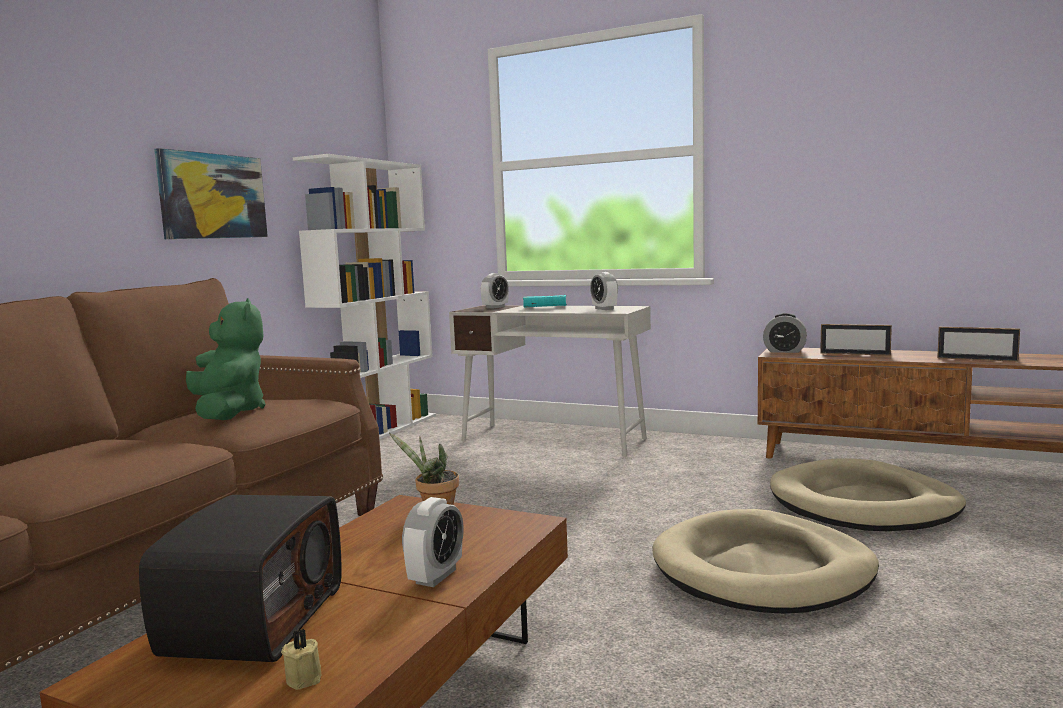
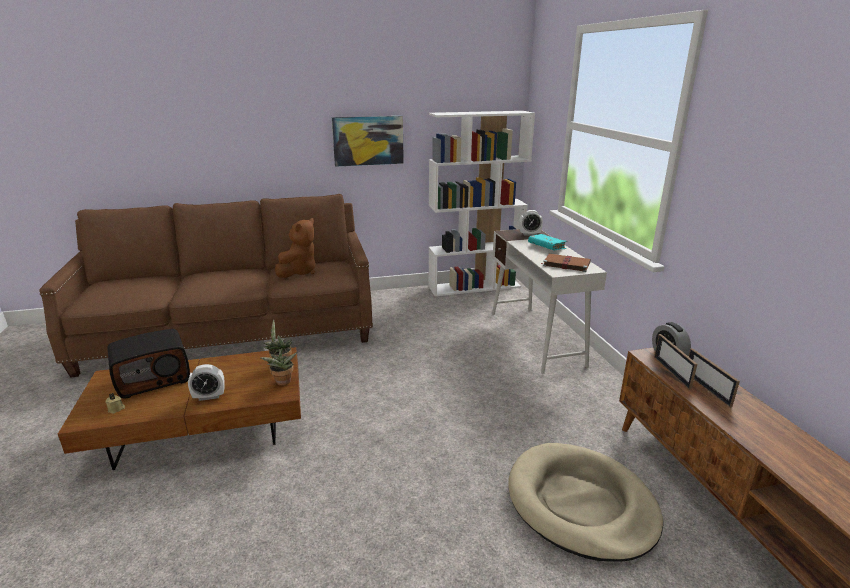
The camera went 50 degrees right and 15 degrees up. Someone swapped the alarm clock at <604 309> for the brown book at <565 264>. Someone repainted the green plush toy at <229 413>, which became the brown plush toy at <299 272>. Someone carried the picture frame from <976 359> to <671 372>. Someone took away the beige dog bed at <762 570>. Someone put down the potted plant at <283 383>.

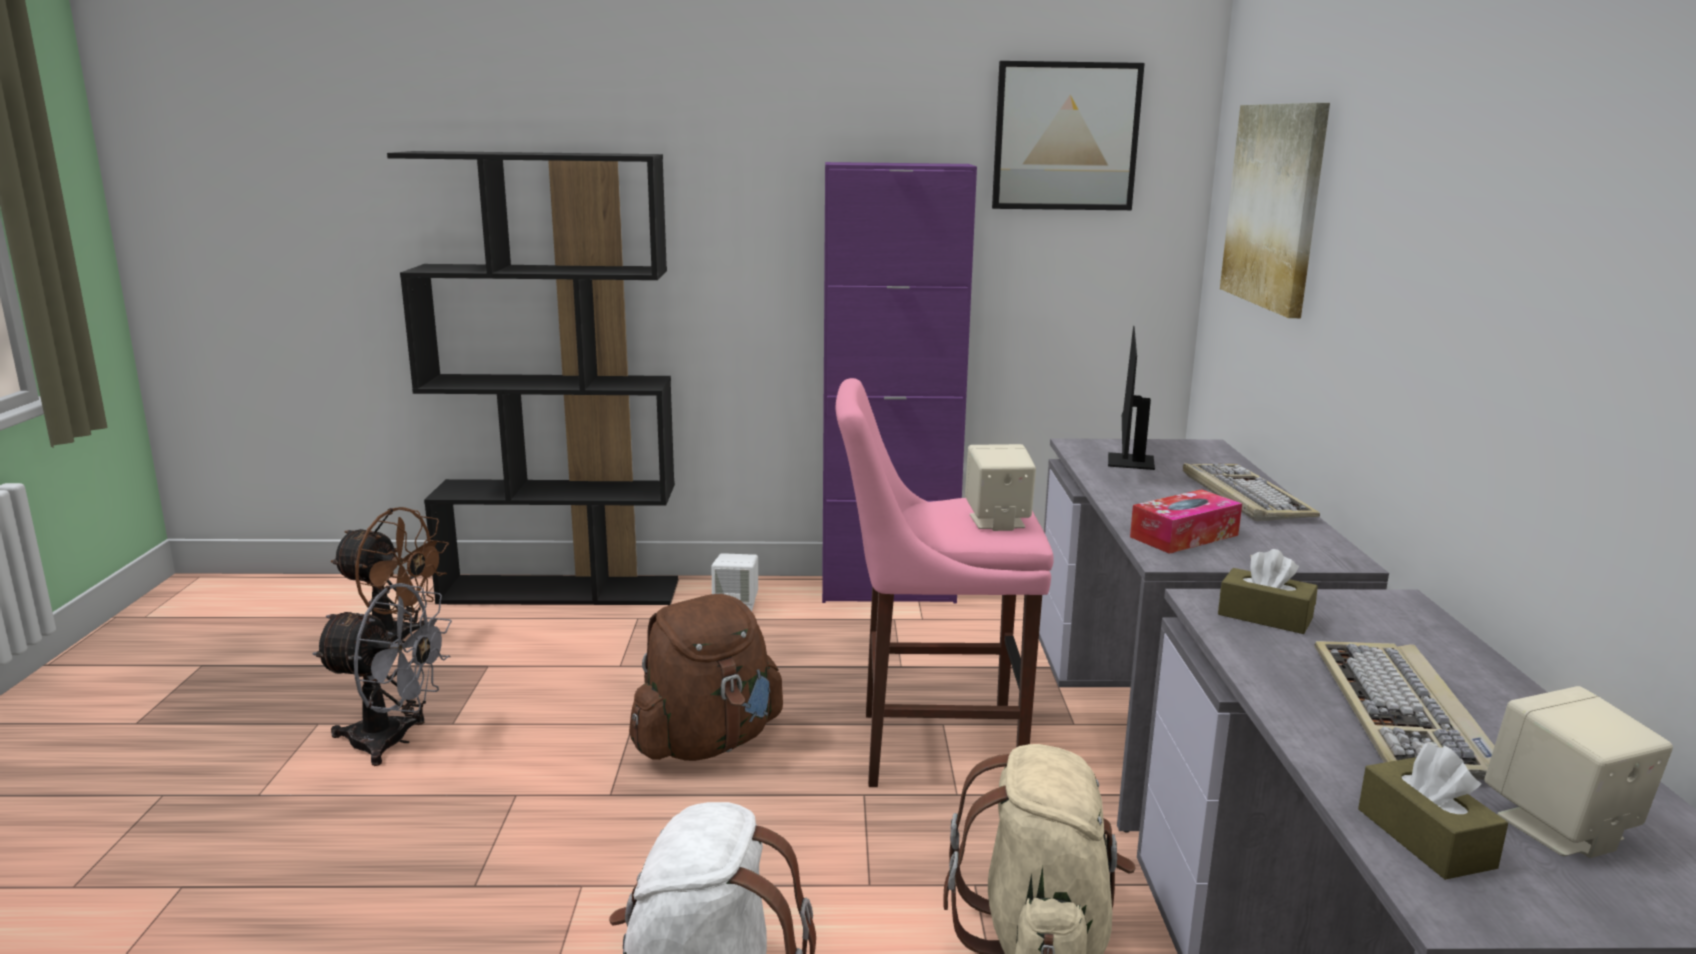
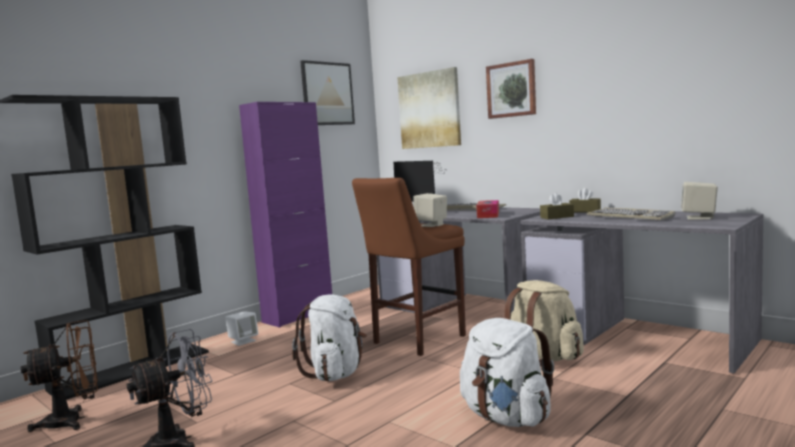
The camera went 45 degrees left and 10 degrees down. Someone repainted the pink stool at <930 747>, which became the brown stool at <415 340>. Someone repainted the brown backpack at <707 743>, which became the white backpack at <336 373>. Someone carried the brown tissue box from <1425 838> to <585 211>. Someone put up the picture at <511 89>.

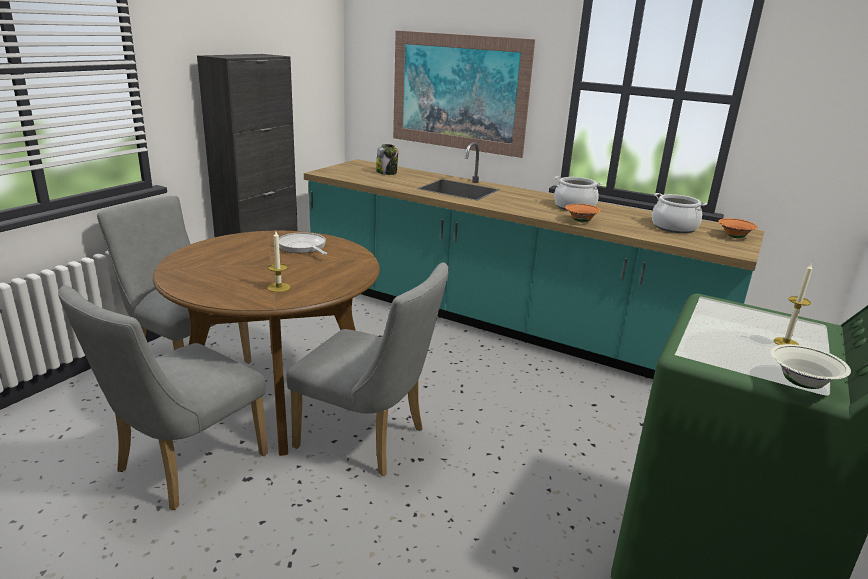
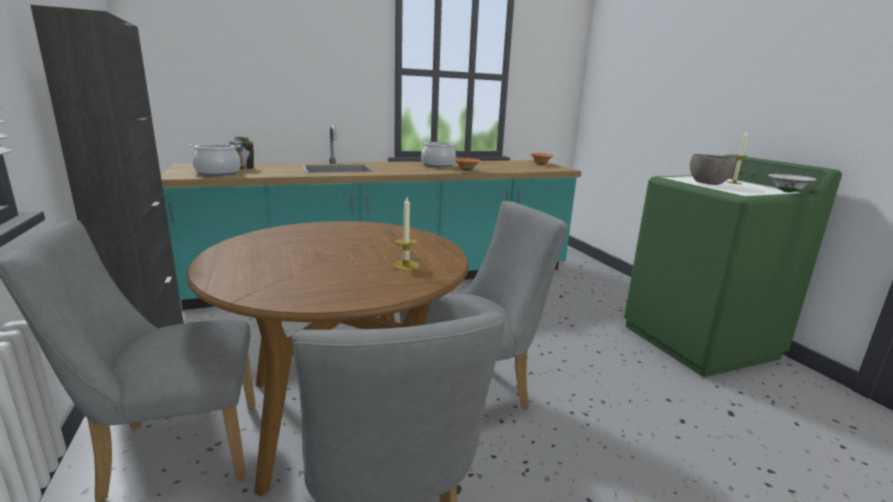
The camera went 50 degrees left and 5 degrees down. Someone took away the picture at <458 92>. Someone carried the cooking pot from <674 227> to <218 173>. Someone took away the frying pan at <303 247>. Someone put down the grey bowl at <707 184>.

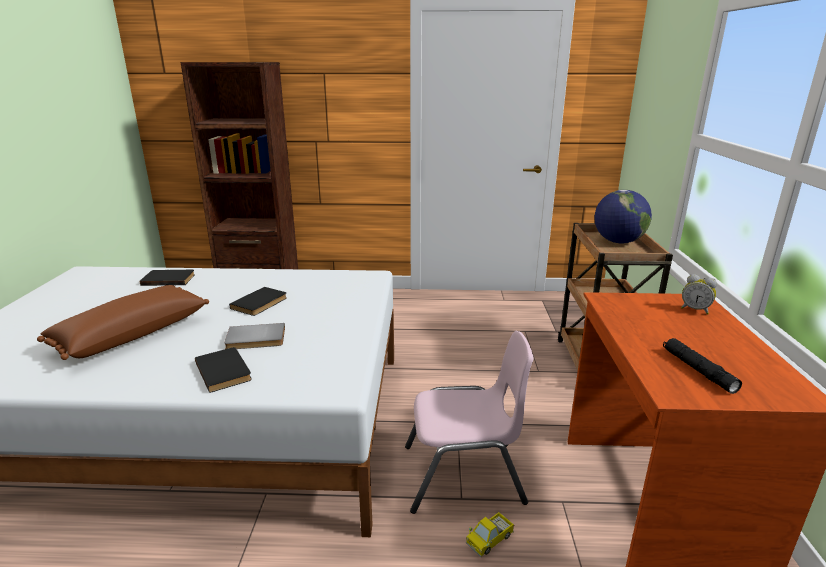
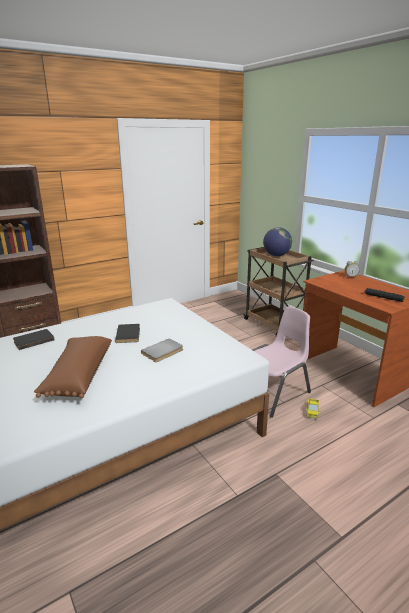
The camera went 35 degrees left and 0 degrees up. Someone took away the black book at <225 371>.

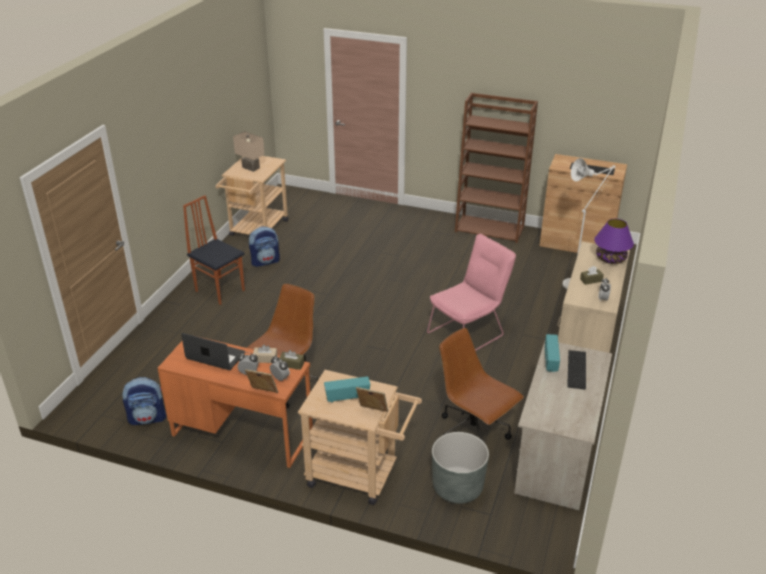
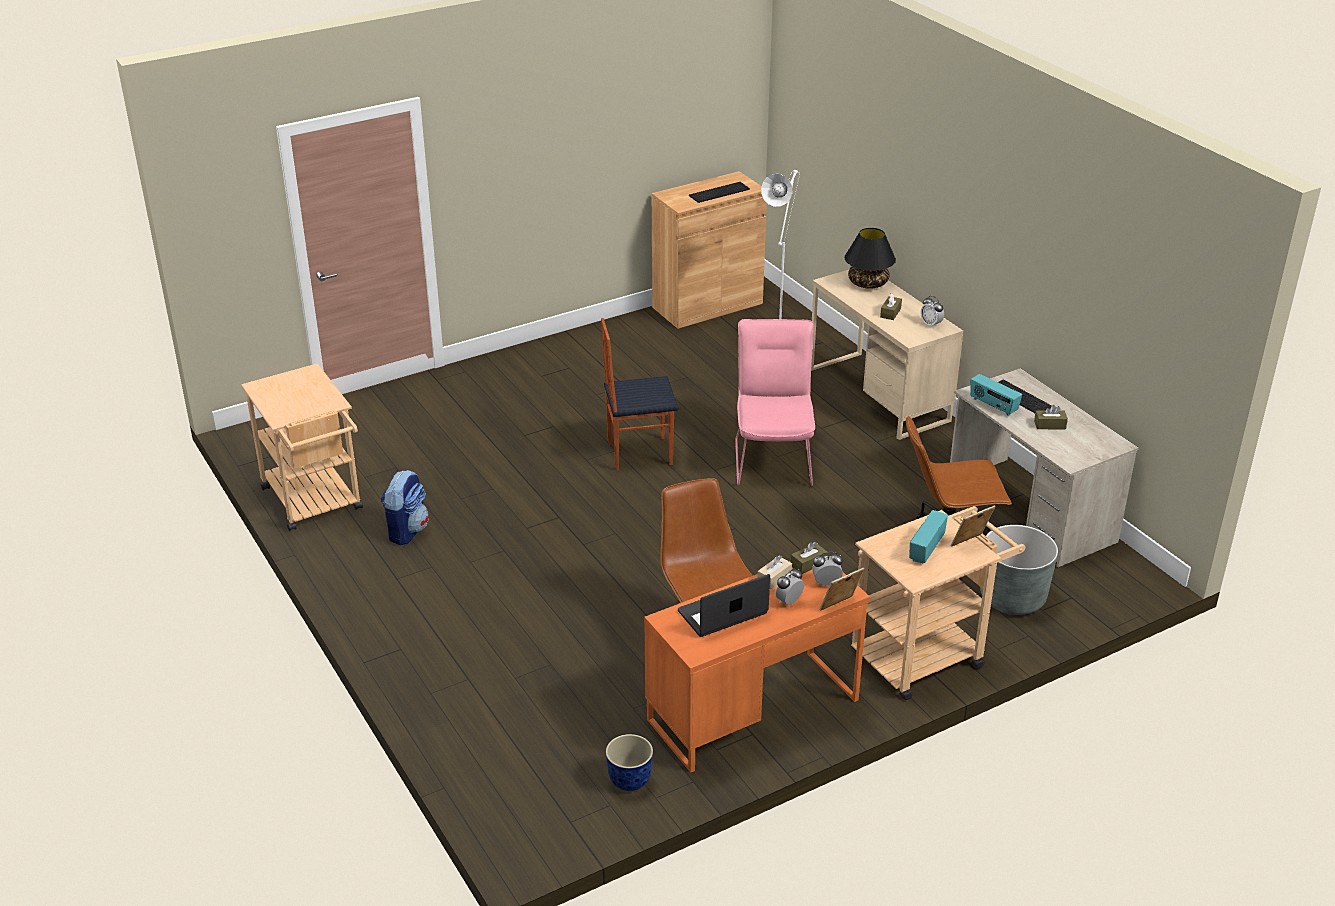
The camera went 50 degrees left and 0 degrees up. Someone took away the brown bookcase at <490 229>. Someone took away the beige table lamp at <251 167>. Someone carried the chair from <220 290> to <639 453>. Someone repainted the purple table lamp at <610 259>, which became the black table lamp at <868 283>. Someone swapped the backpack at <148 418> for the planter at <629 780>. Someone put down the brown tissue box at <1049 425>.

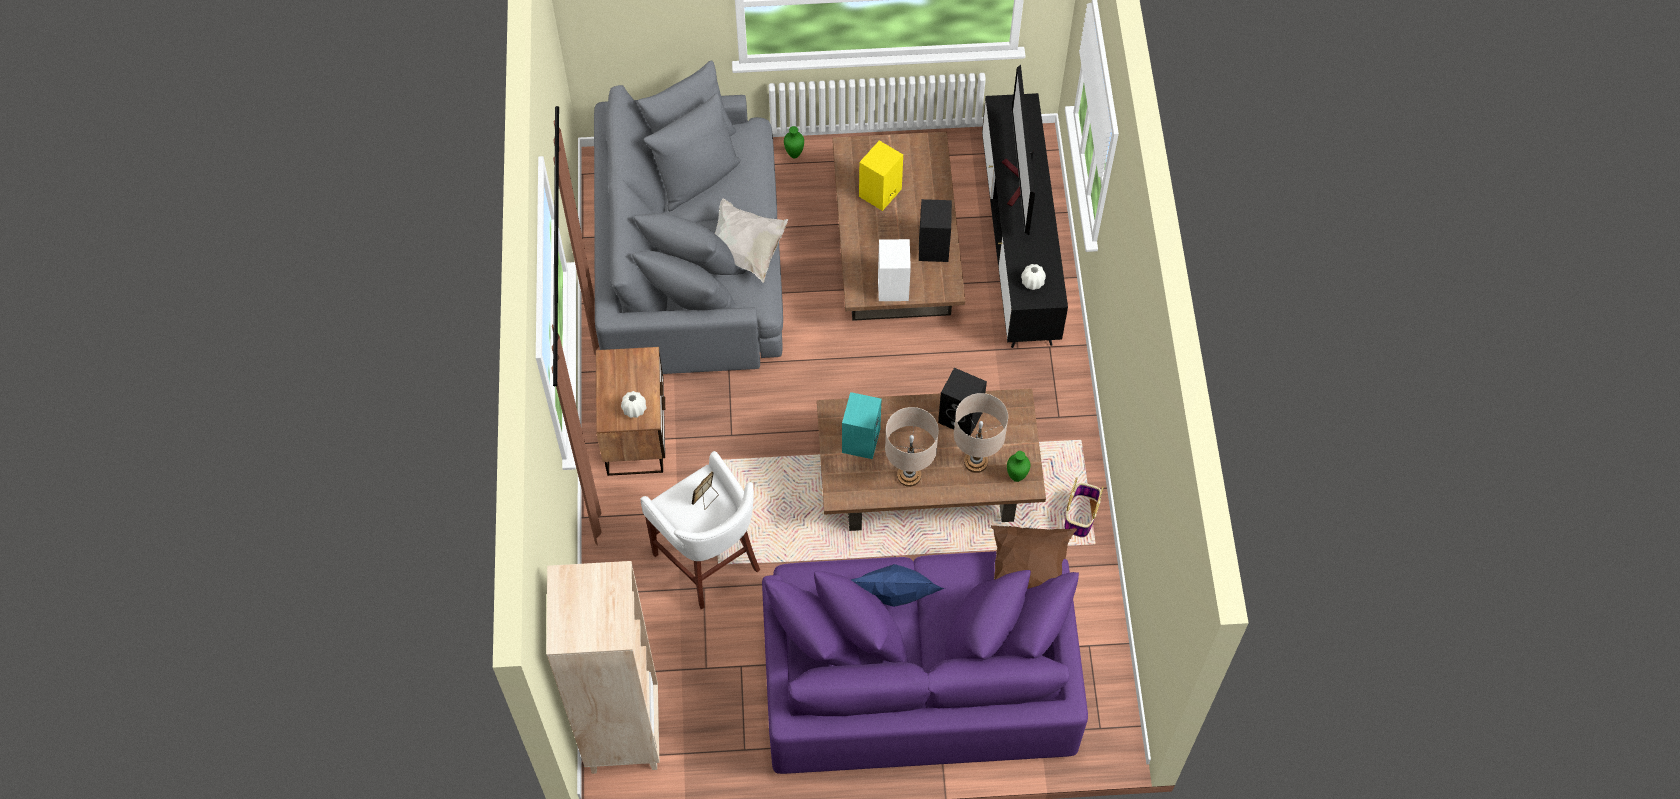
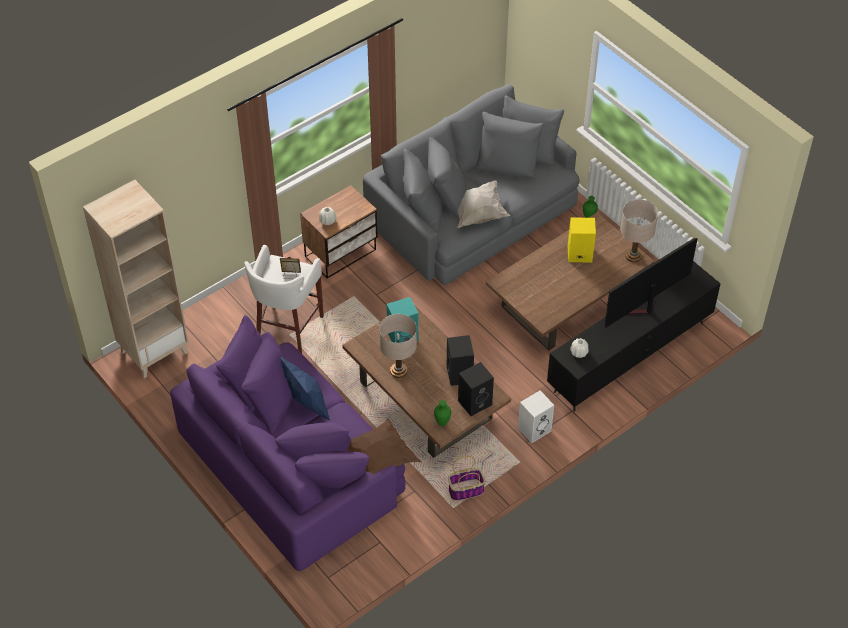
The camera went 55 degrees right and 10 degrees down. Someone carried the black speaker from <932 246> to <475 402>. Someone carried the white speaker from <892 286> to <534 429>. Someone carried the beige table lamp from <975 462> to <633 256>.

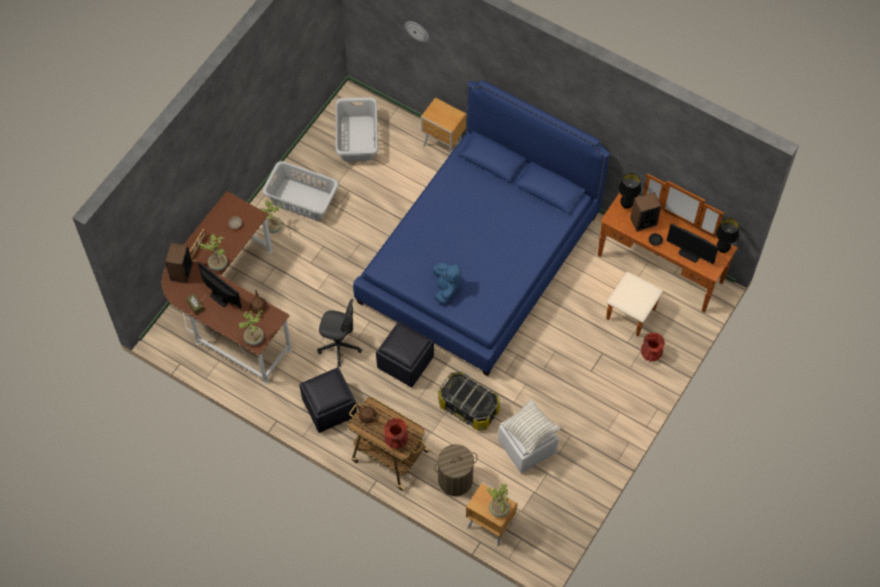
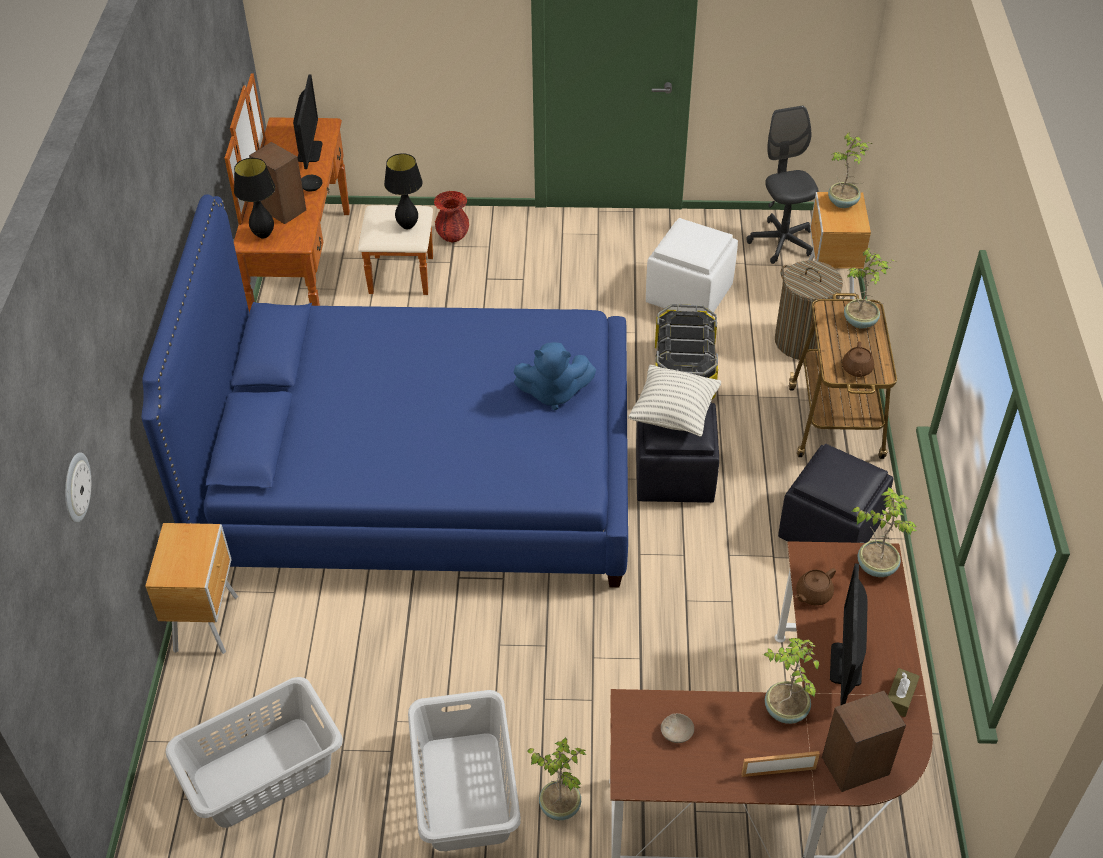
The camera went 120 degrees left and 15 degrees down. Someone carried the black table lamp from <722 249> to <407 226>. Someone rotated the blue plush toy at <445 288> by 150 degrees counterclockwise. Someone carried the grey office chair from <339 346> to <781 242>. Someone carried the pillow from <529 431> to <674 414>. Someone swapped the red vase at <396 440> for the potted plant at <861 322>.

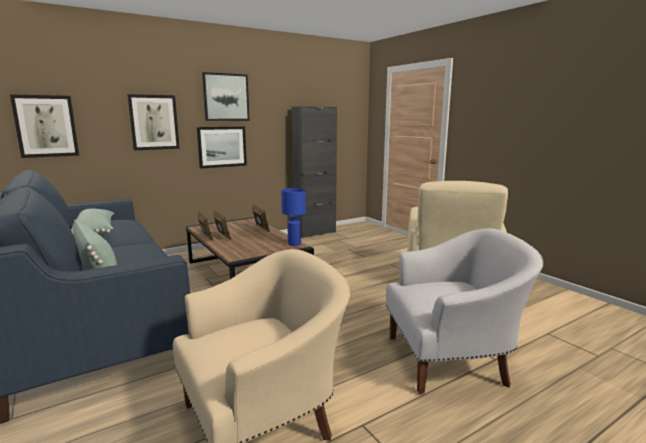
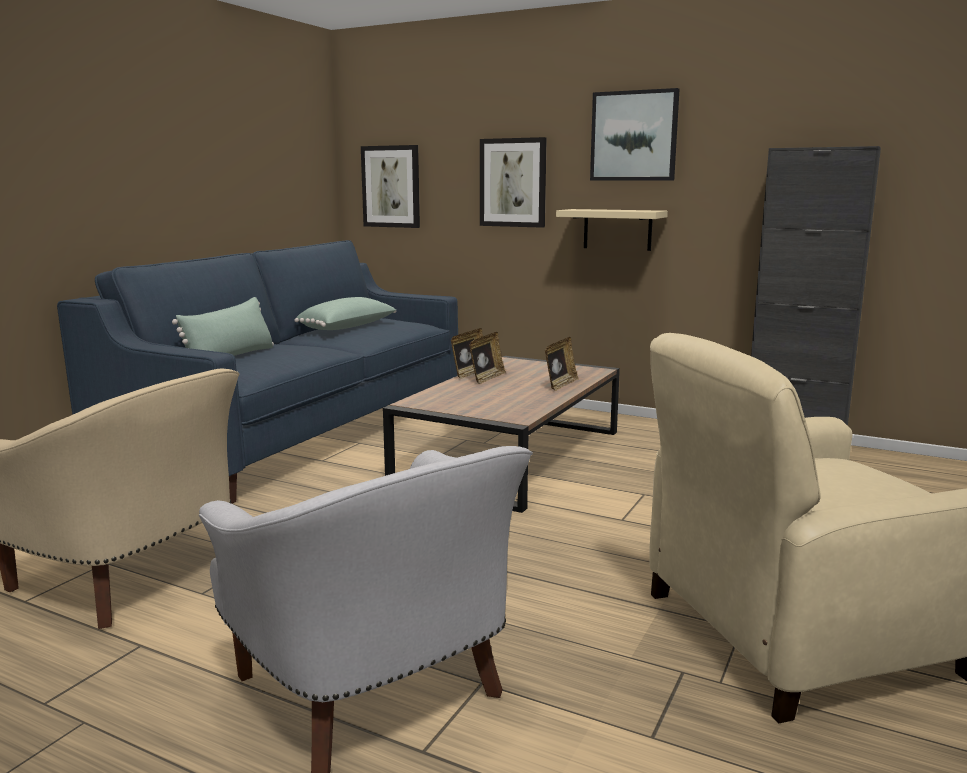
The camera went 60 degrees right and 0 degrees up. Someone swapped the picture at <222 146> for the beige shelf at <617 229>. Someone took away the blue table lamp at <294 244>.

